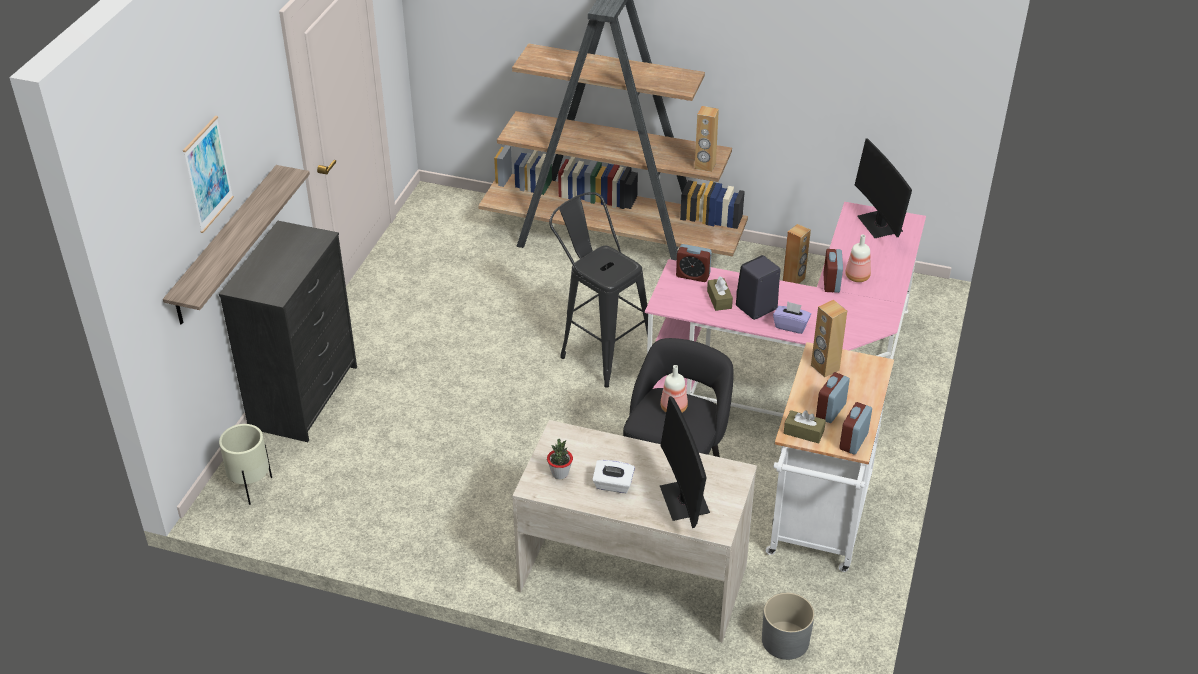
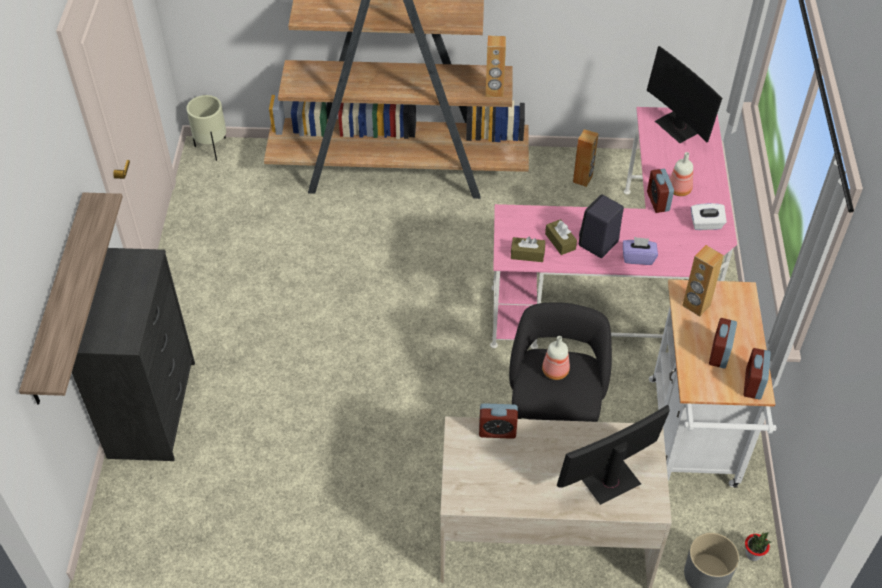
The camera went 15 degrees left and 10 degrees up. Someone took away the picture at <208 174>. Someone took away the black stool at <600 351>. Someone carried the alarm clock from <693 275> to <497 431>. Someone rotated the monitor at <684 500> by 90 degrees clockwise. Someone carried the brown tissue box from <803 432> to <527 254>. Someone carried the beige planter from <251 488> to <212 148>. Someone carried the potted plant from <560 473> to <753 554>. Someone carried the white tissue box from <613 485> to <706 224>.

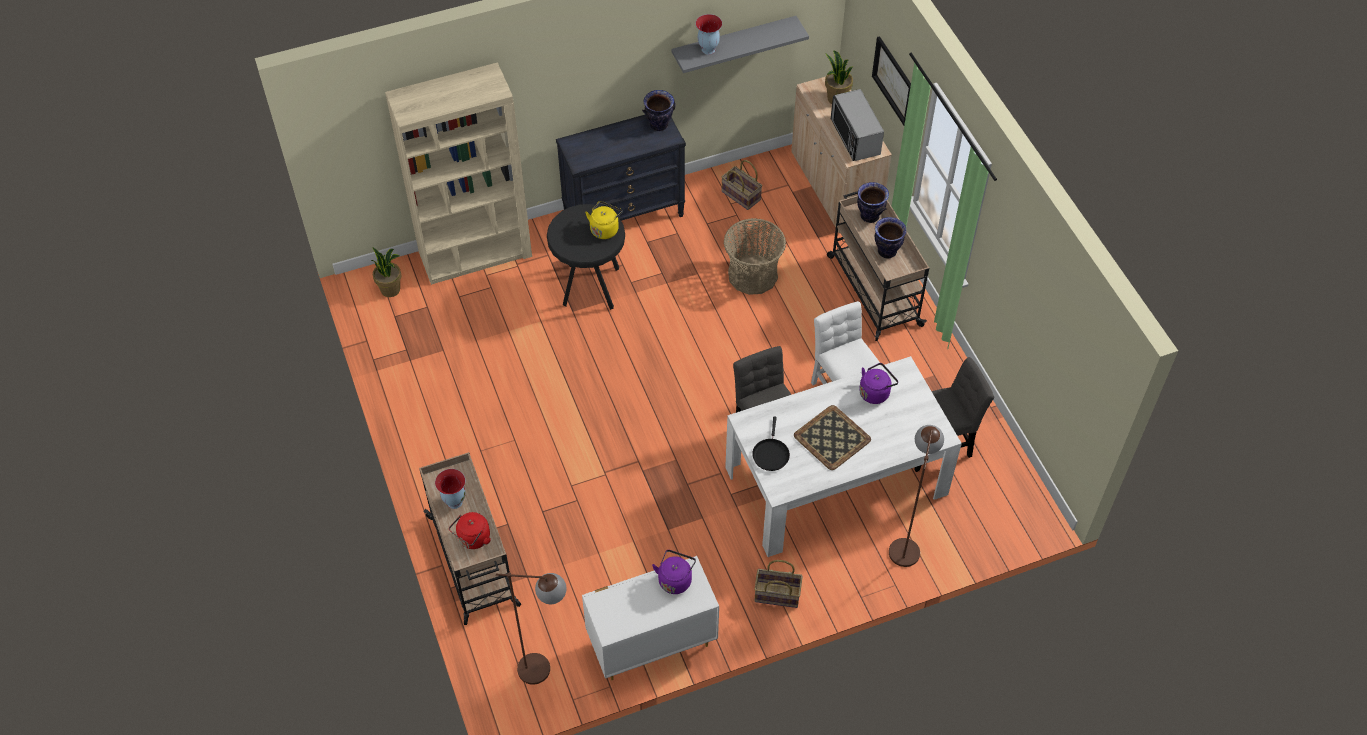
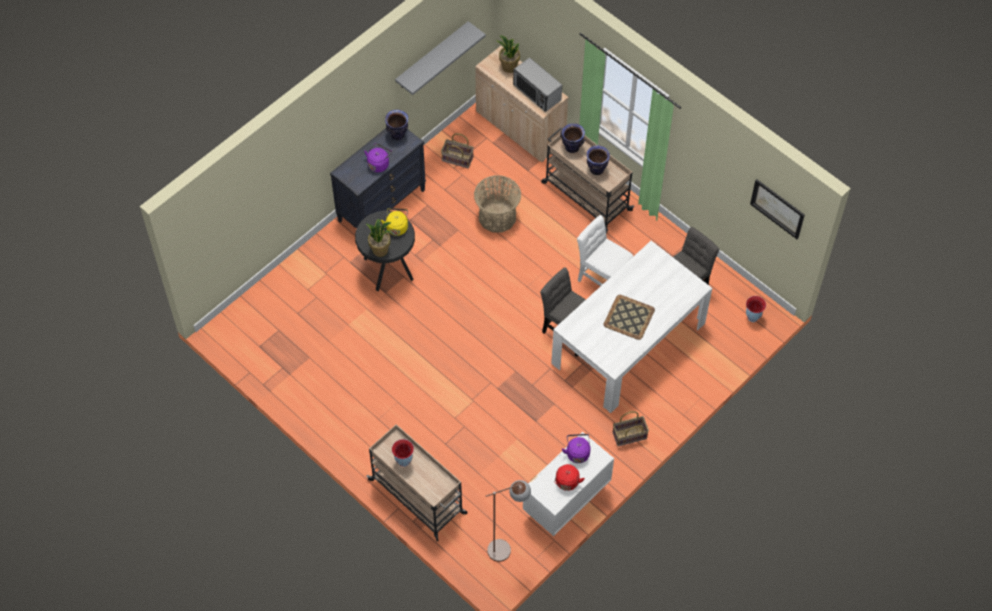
The camera went 25 degrees left and 5 degrees up. Someone carried the vase from <708 49> to <752 318>. Someone carried the picture from <893 81> to <777 208>. Someone took away the beige bookcase at <476 254>. Someone carried the potted plant from <391 289> to <380 250>. Someone carried the purple kettle from <875 392> to <379 164>. Someone took away the black frying pan at <770 454>. Someone took away the brown floor lamp at <905 543>. Someone carried the red kettle from <473 539> to <567 483>.

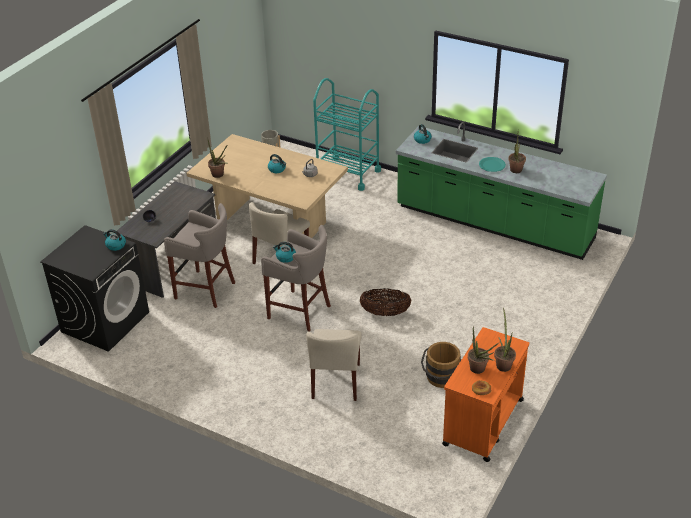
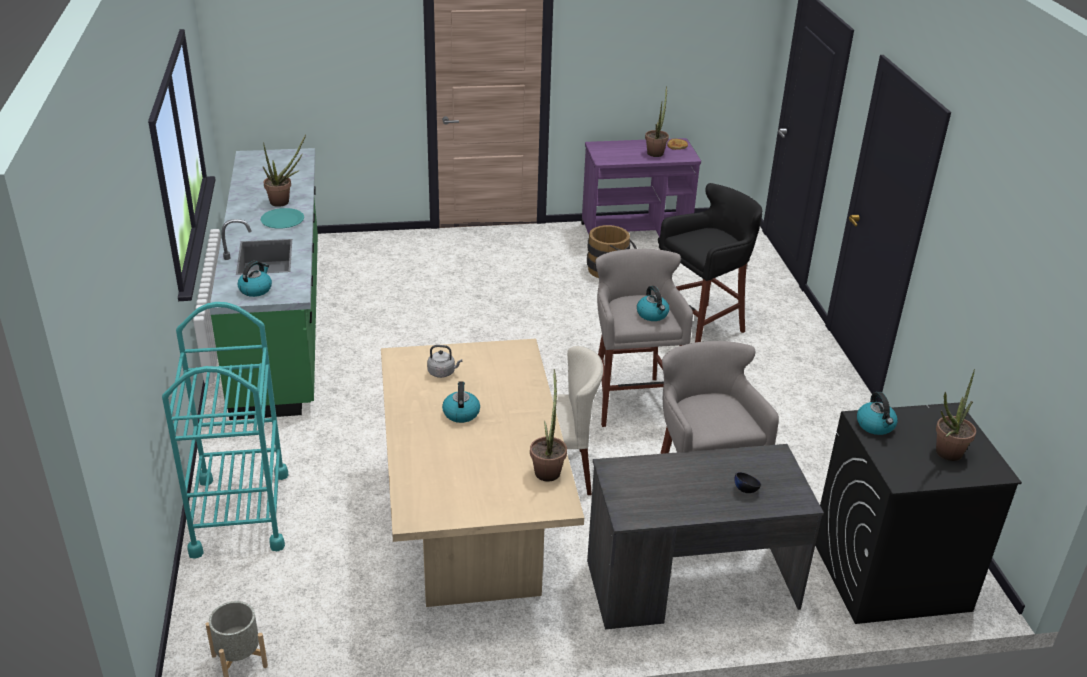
The camera went 130 degrees left and 5 degrees down. Someone took away the basket at <385 313>. Someone carried the potted plant from <503 364> to <945 455>. Someone repainted the orange cart at <482 422>, which became the purple cart at <636 233>. Someone swapped the beige chair at <336 381> for the black stool at <701 326>.

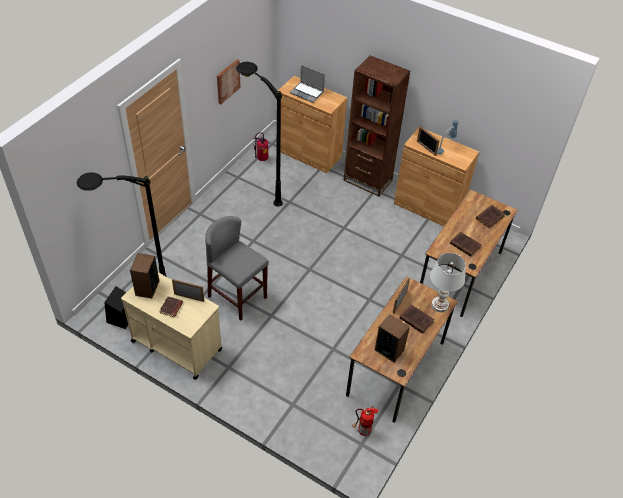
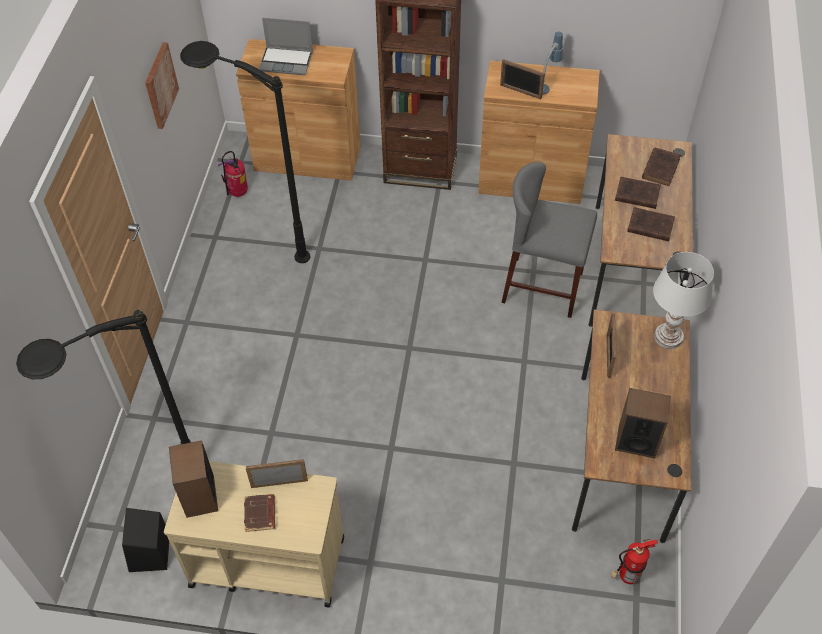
The camera went 20 degrees left and 5 degrees up. Someone carried the grey stool from <237 297> to <542 287>. Someone carried the brown book from <415 320> to <636 195>.

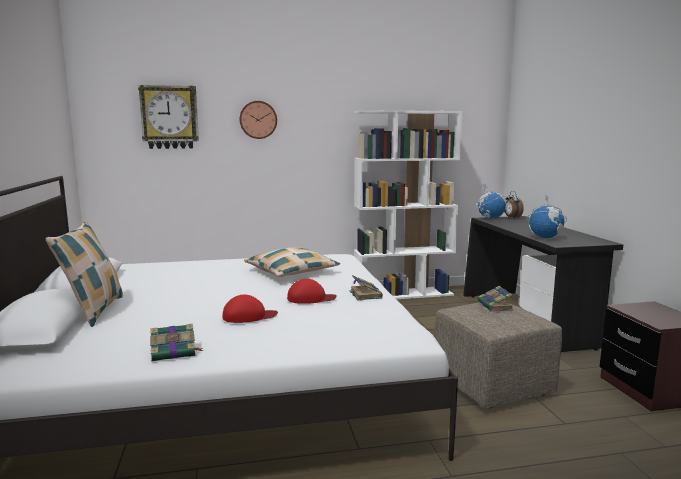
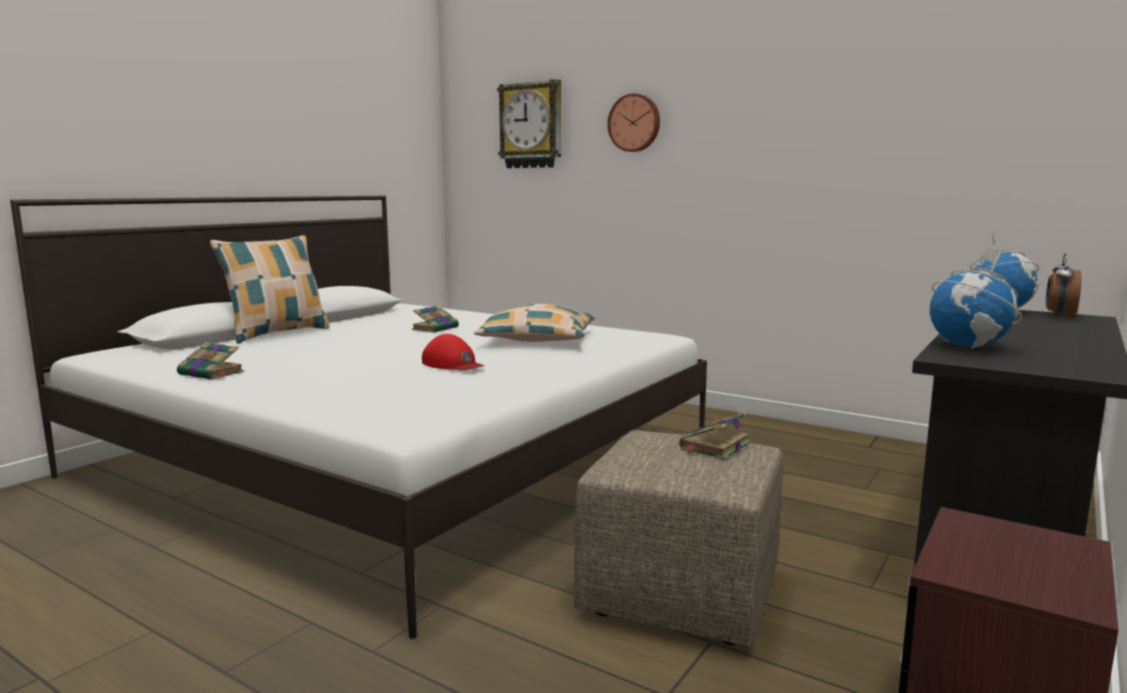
The camera went 45 degrees right and 0 degrees up. Someone took away the white bookcase at <403 294>. Someone carried the book from <365 294> to <436 328>. Someone took away the red cap at <249 316>.

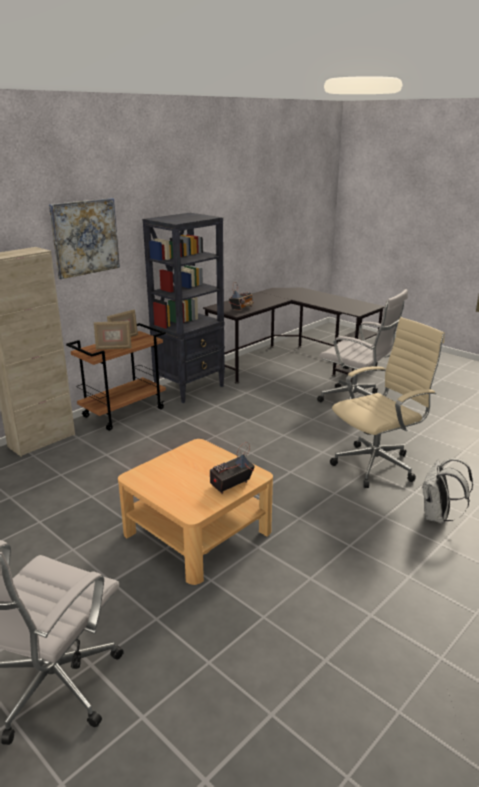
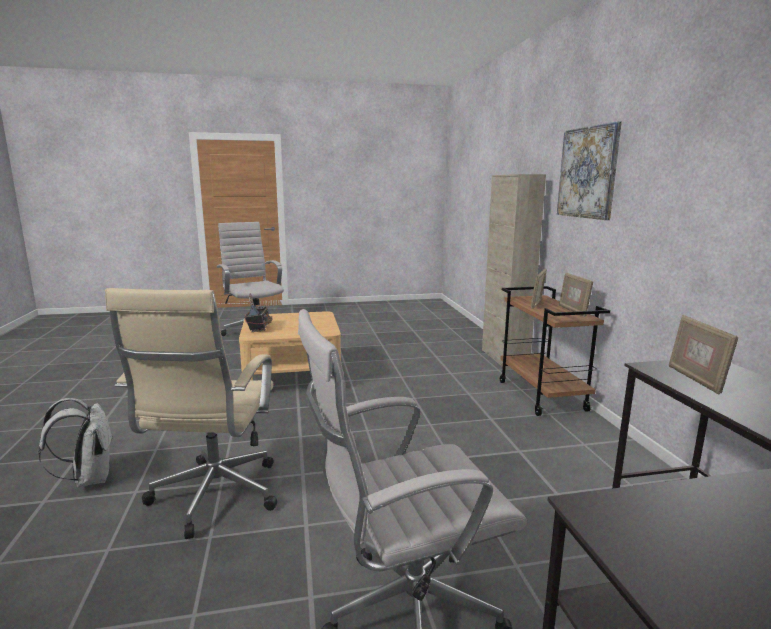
The camera went 125 degrees right and 10 degrees down. Someone took away the black bookcase at <190 388>. Someone swapped the radio at <241 308> for the picture frame at <695 379>.

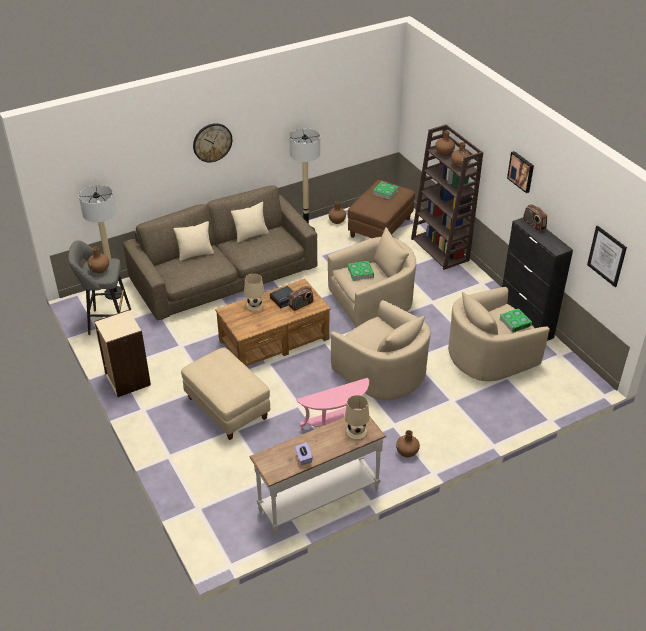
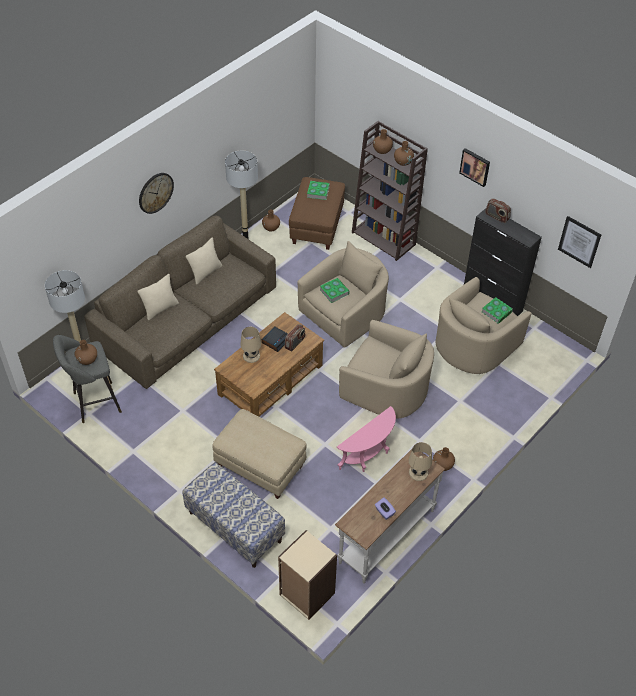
The camera went 20 degrees left and 10 degrees up. Someone carried the beige bookcase from <127 380> to <306 594>. Someone put down the bench at <234 527>.

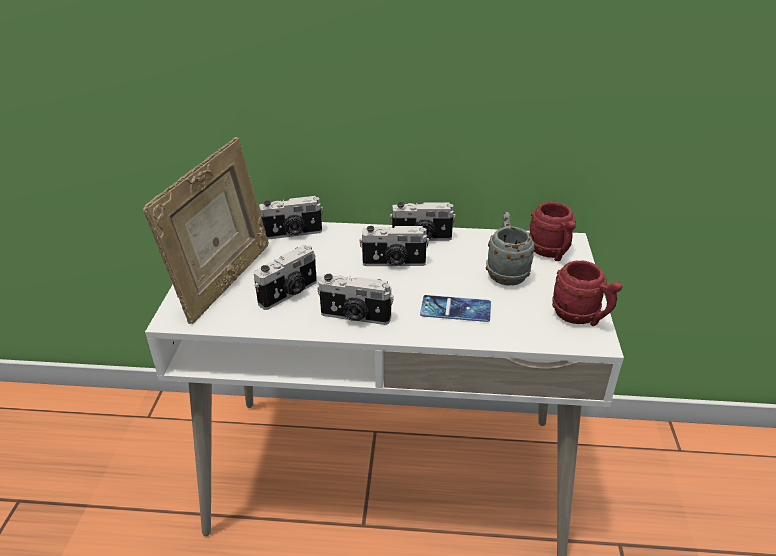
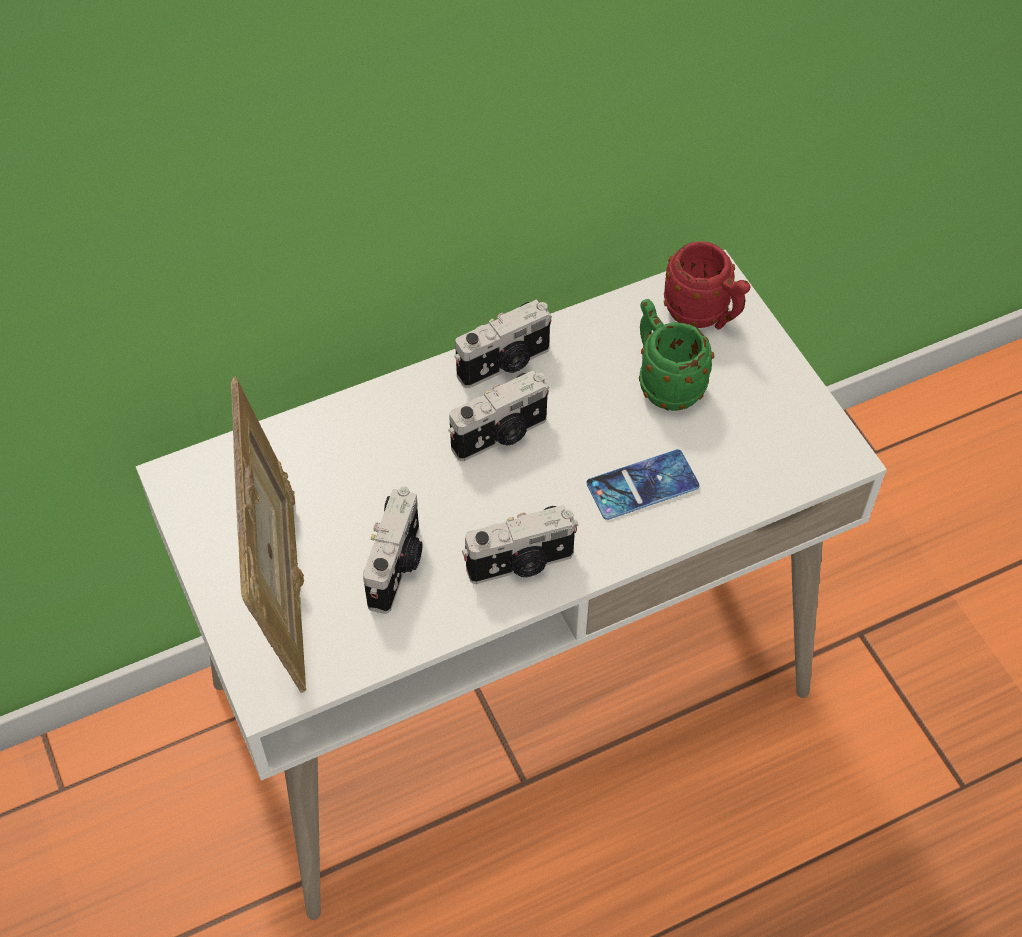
The camera went 30 degrees left and 20 degrees up. Someone took away the photo camera at <293 234>. Someone repainted the grey mug at <505 272>, which became the green mug at <664 382>. Someone took away the red mug at <581 318>.

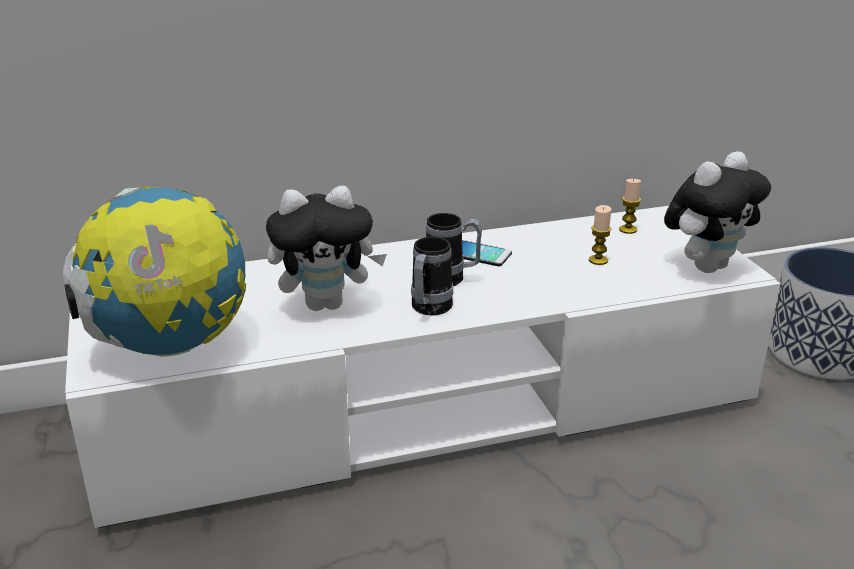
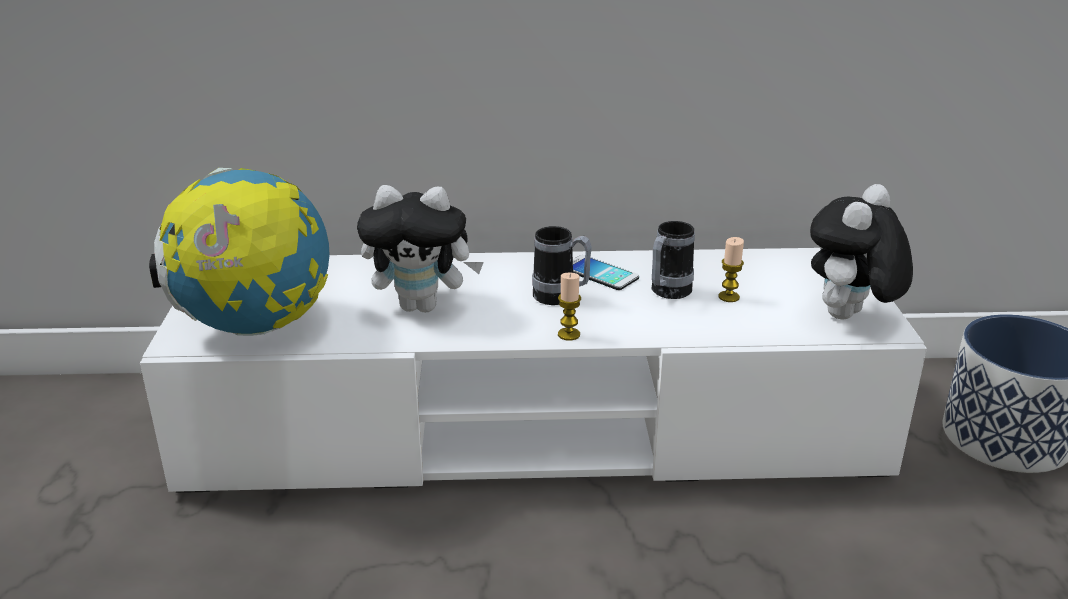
The camera went 15 degrees right and 0 degrees up. Someone rotated the plush toy at <706 266> by 150 degrees clockwise. Someone carried the candle from <628 229> to <568 334>. Someone carried the mug from <428 310> to <667 293>.

